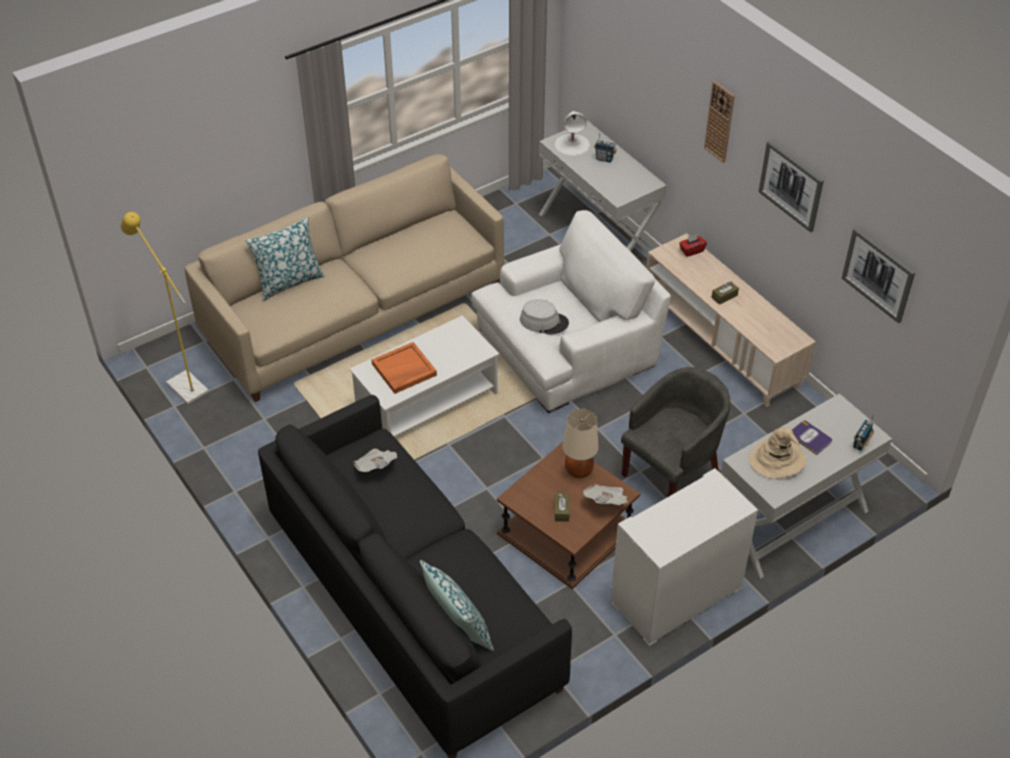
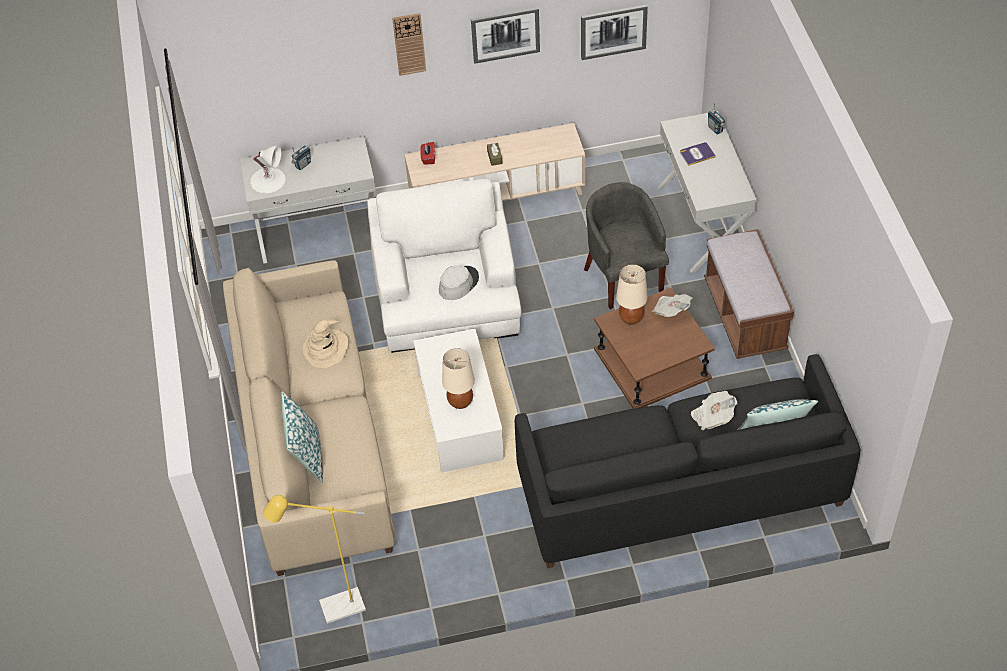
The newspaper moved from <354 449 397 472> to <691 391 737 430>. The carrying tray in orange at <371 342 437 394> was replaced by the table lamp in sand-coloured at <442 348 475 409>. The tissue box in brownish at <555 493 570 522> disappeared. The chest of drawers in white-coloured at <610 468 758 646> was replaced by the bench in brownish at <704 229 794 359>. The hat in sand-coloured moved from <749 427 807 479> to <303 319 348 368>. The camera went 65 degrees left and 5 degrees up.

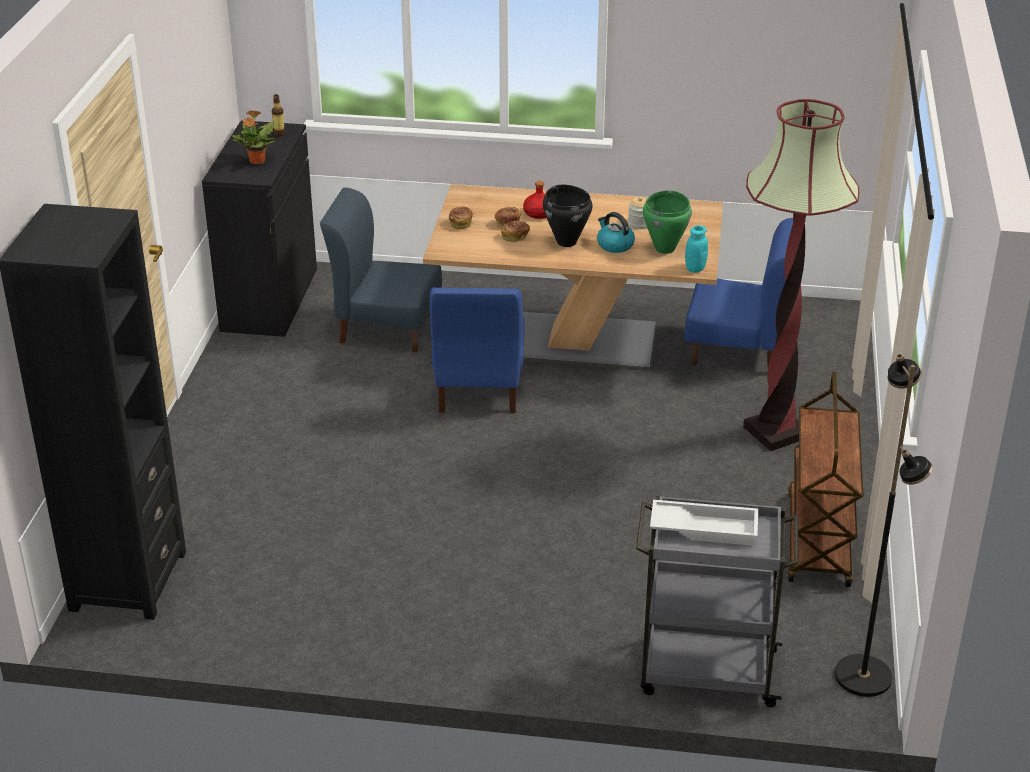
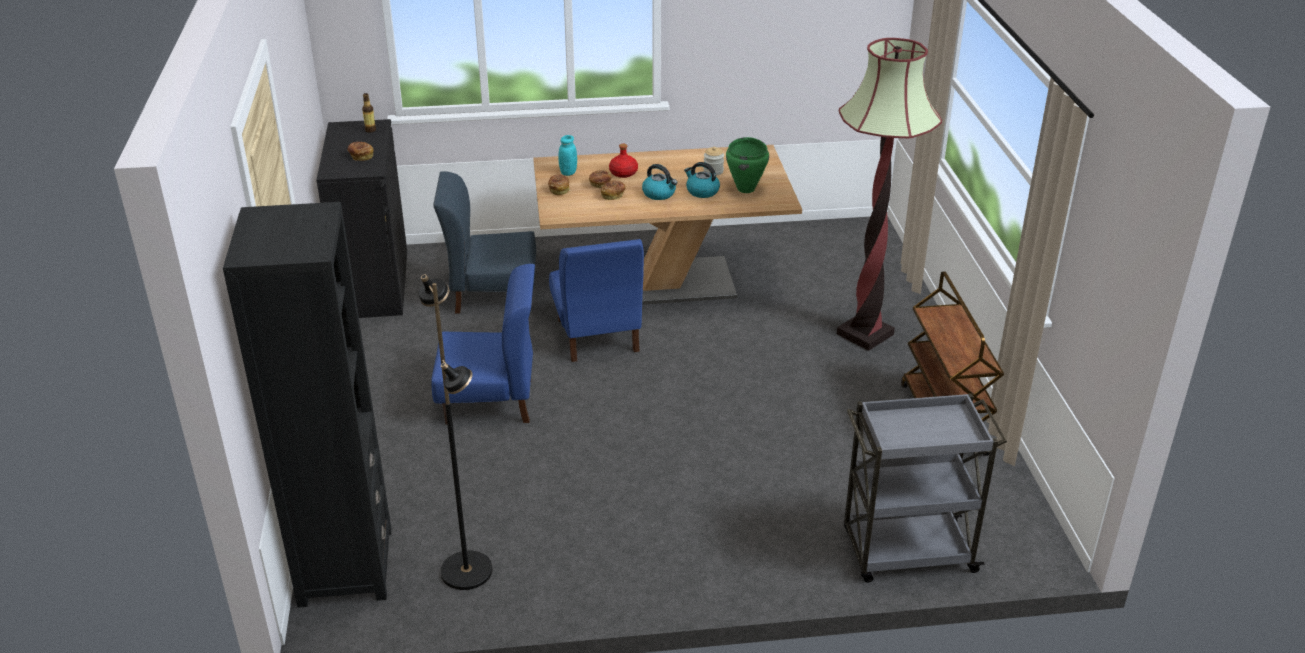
The potted plant at <232 110 275 164> was replaced by the bread at <348 142 374 161>. The cooking pot in blackish at <543 185 593 247> was replaced by the tea kettle at <642 164 677 200>. The carrying tray in white-coloured at <650 500 758 546> disappeared. The upright chair in bluish moved from <684 218 793 365> to <431 264 535 424>. The jar in blue-green moved from <685 225 708 273> to <558 135 577 176>. The standing lamp in blackish moved from <835 354 933 697> to <419 274 492 590>. The camera went 15 degrees left and 0 degrees up.

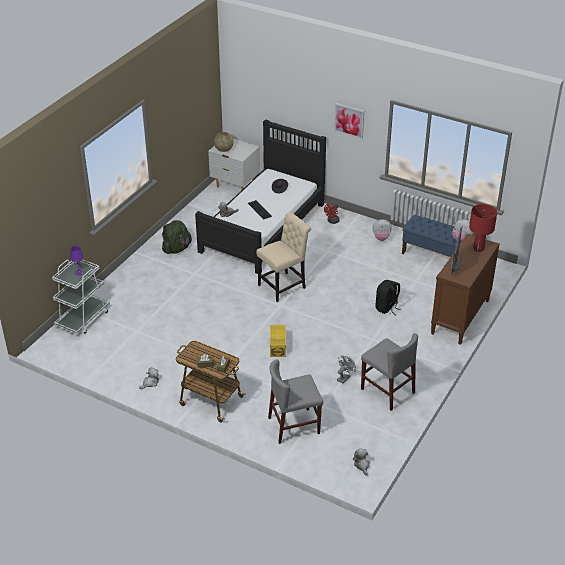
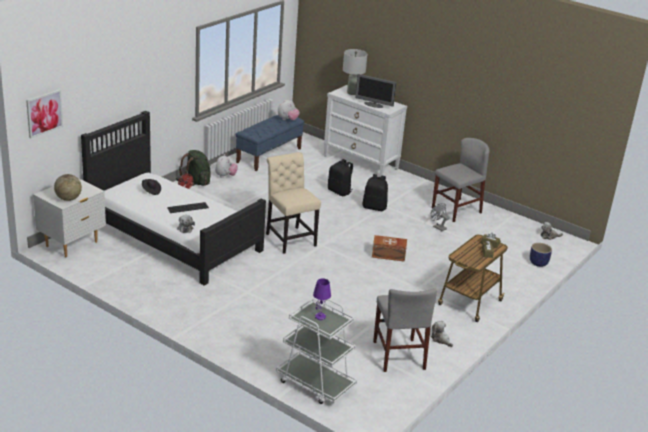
The backpack in green-coloured moved from <162 220 192 254> to <179 150 211 186>. The upright chair in greyish moved from <268 360 323 444> to <373 288 437 372>. The storage bin in yellow-coloured at <270 325 286 357> became the storage bin in brownish at <372 235 407 262>. The picture moved from <334 103 364 139> to <26 89 63 138>. The chest of drawers in brownish at <431 234 500 345> became the chest of drawers in white-coloured at <324 85 407 177>. The table lamp in reddish at <469 204 497 252> became the table lamp in greyish at <343 49 368 95>. The backpack in blackish at <363 174 388 211> appeared. The flower pot at <530 243 552 267> appeared. The camera went 85 degrees left and 10 degrees down.

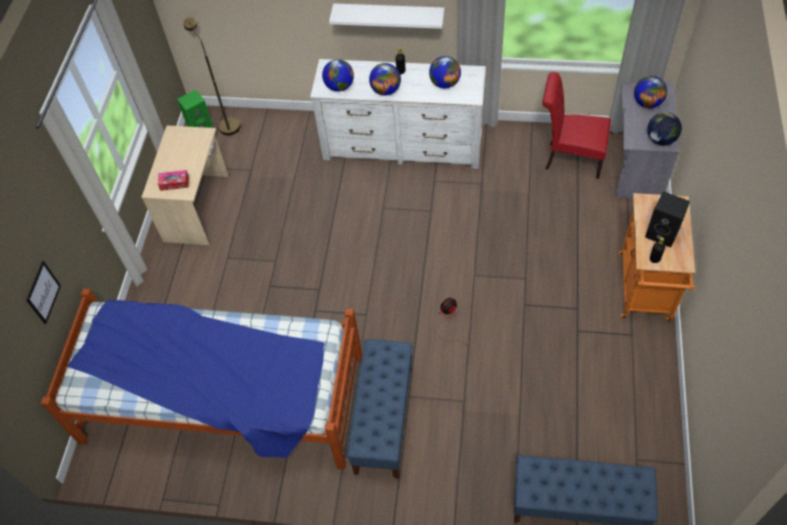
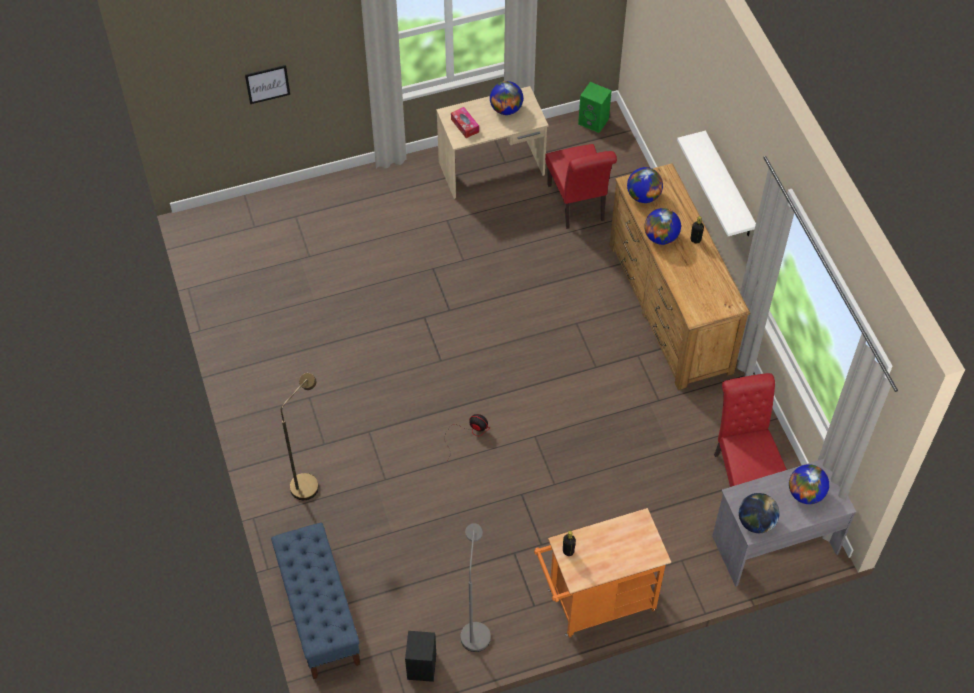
The bed at <41 289 362 470> disappeared. The standing lamp in brownish moved from <183 17 241 135> to <281 373 319 500>. The chest of drawers in white-coloured at <310 59 486 169> became the chest of drawers in brownish at <610 163 750 390>. The bench in bluish at <347 339 412 479> disappeared. The desk globe moved from <429 56 461 88> to <490 81 523 115>. The audio speaker in blackish moved from <645 191 690 248> to <405 631 436 682>. The standing lamp in greyish at <461 523 491 652> appeared. The upright chair in reddish at <545 144 617 229> appeared. The camera went 60 degrees right and 0 degrees up.

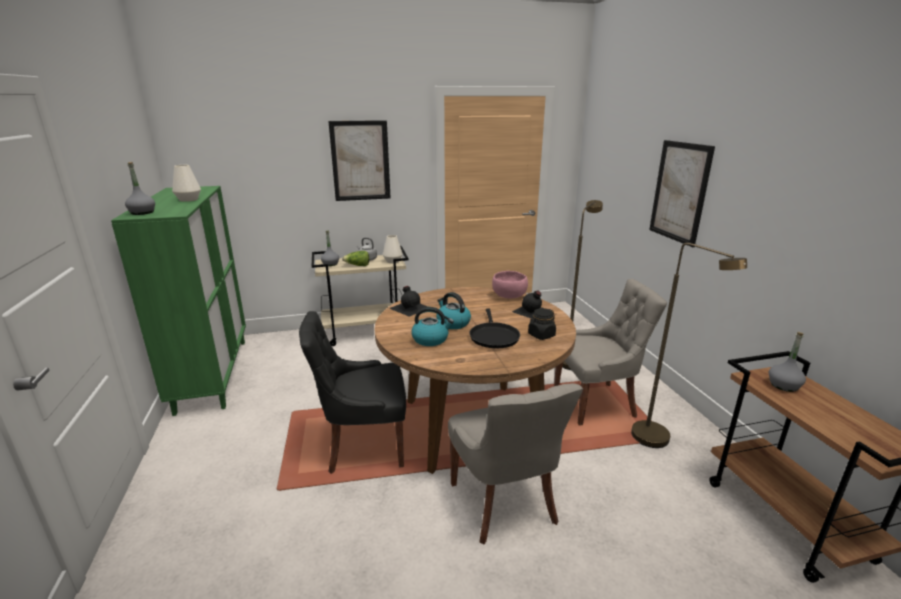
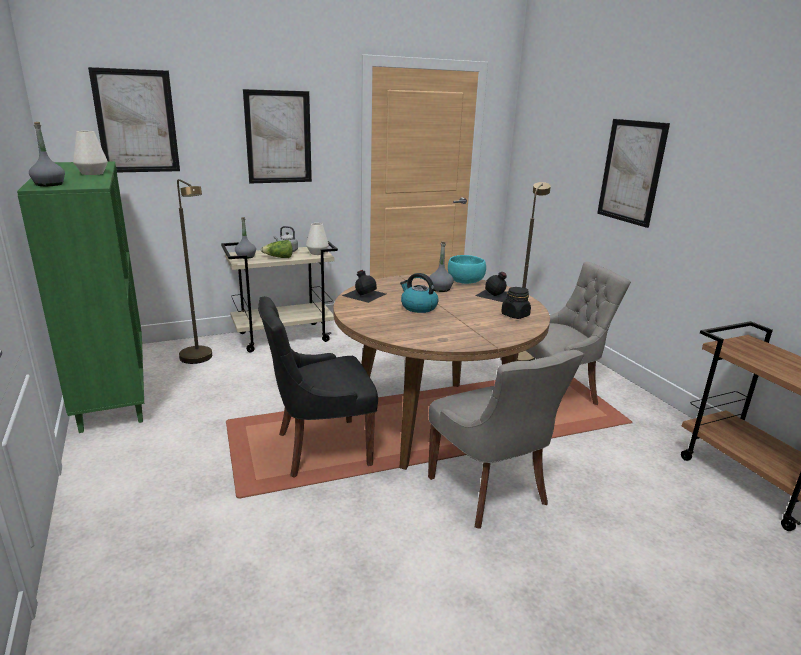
The tea kettle at <412 307 454 346> disappeared. The skillet in blackish at <470 309 520 348> disappeared. The deep dish in pink-coloured at <492 271 528 299> became the deep dish in blue-green at <448 255 486 284>. The standing lamp in brownish moved from <631 243 747 448> to <177 179 212 364>. The bottle in greyish moved from <769 332 806 392> to <429 241 454 292>. The picture at <88 67 180 172> appeared. The camera went 10 degrees left and 0 degrees up.

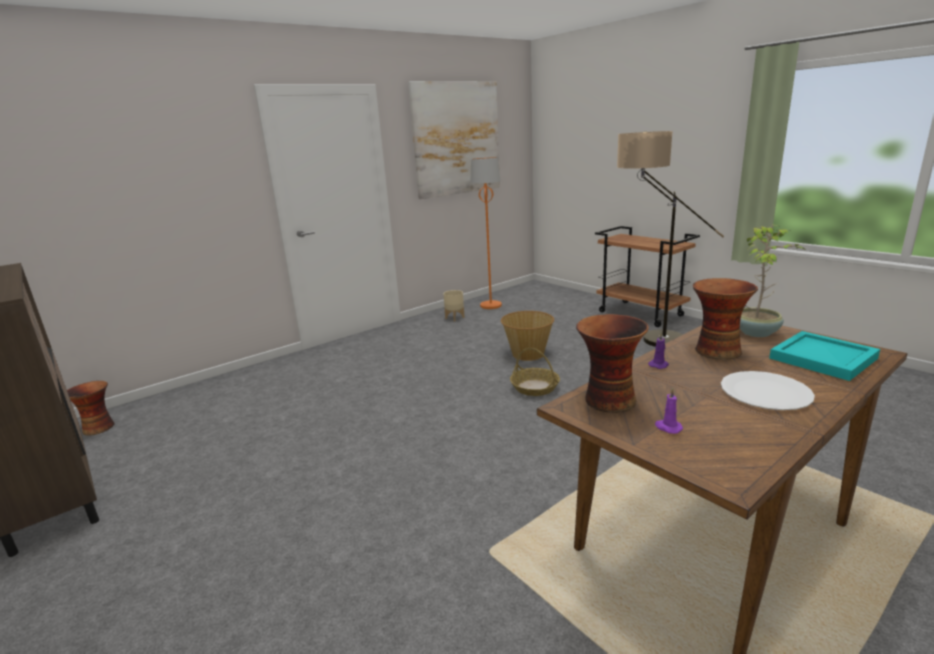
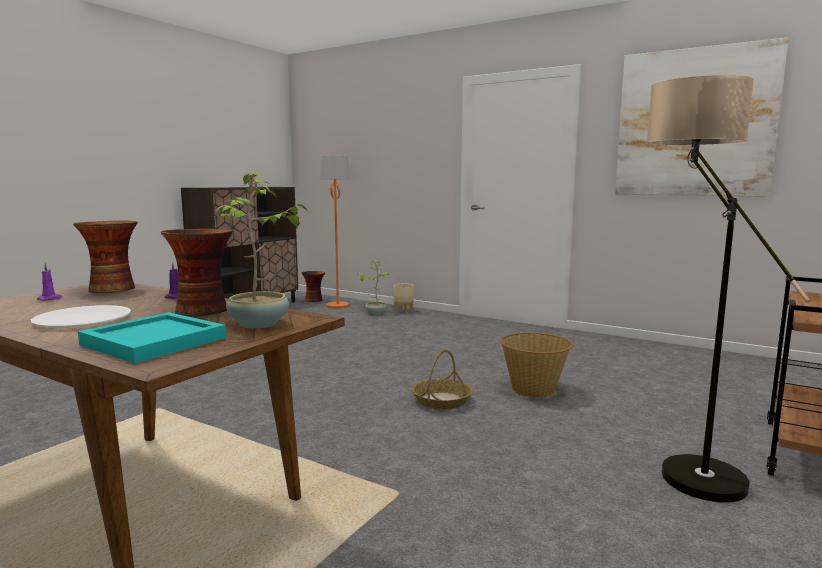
The flower pot in sand-coloured moved from <443 290 465 322> to <394 284 414 314>. The standing lamp in orange moved from <471 157 502 309> to <320 156 350 309>. The potted plant at <358 261 388 315> appeared. The camera went 70 degrees right and 10 degrees down.

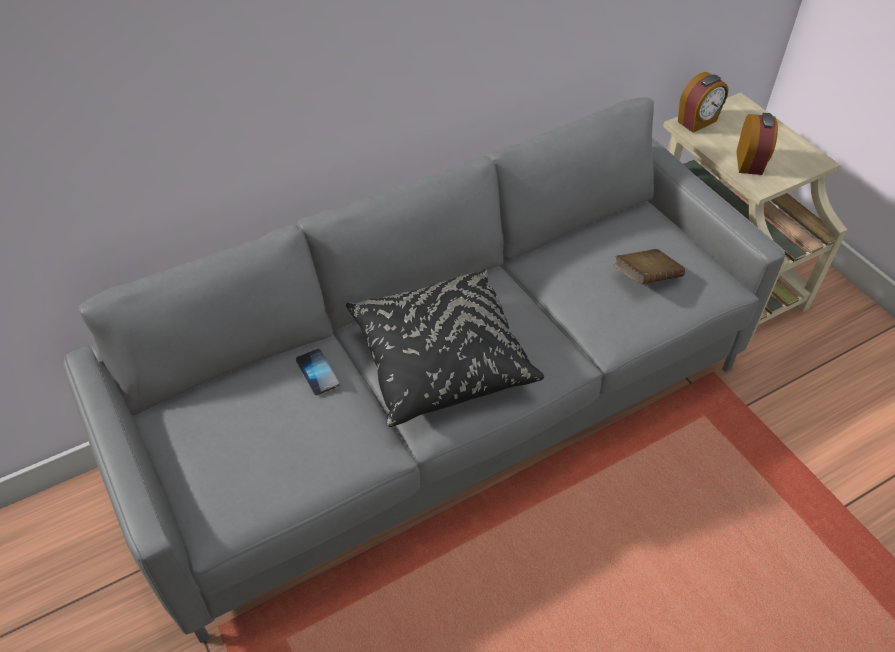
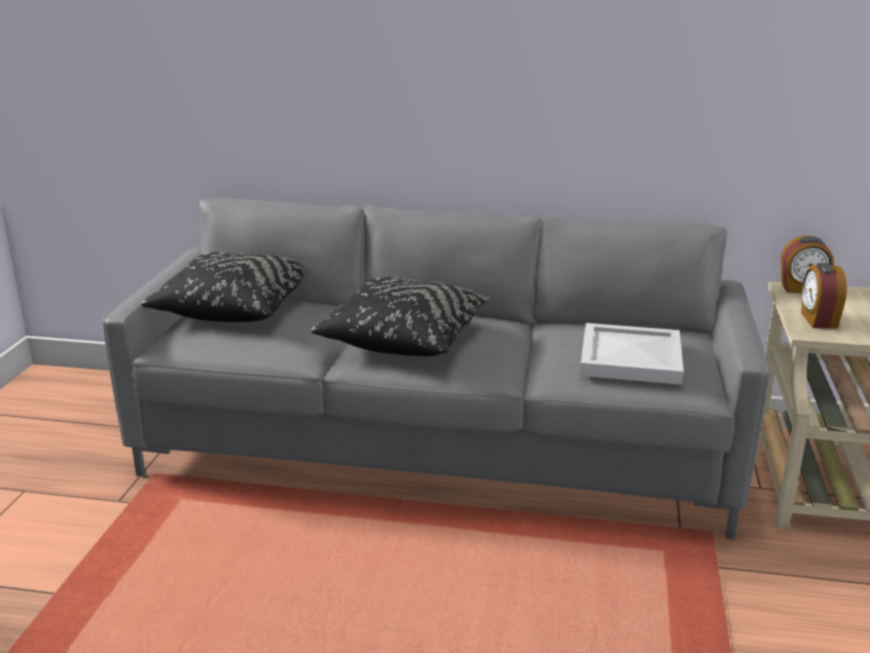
The telephone at <296 349 340 395> disappeared. The book in brownish at <614 249 685 284> was replaced by the carrying tray in white-coloured at <580 323 684 385>. The table clock at <736 113 778 175> turned 135 degrees clockwise. The throw pillow in blackish at <141 252 304 322> appeared. The camera went 40 degrees right and 25 degrees down.

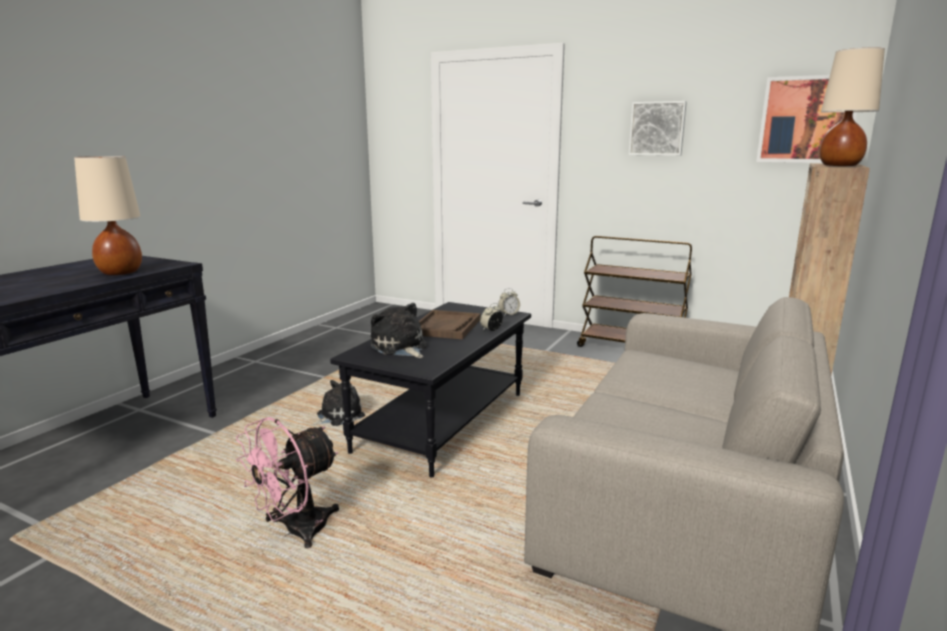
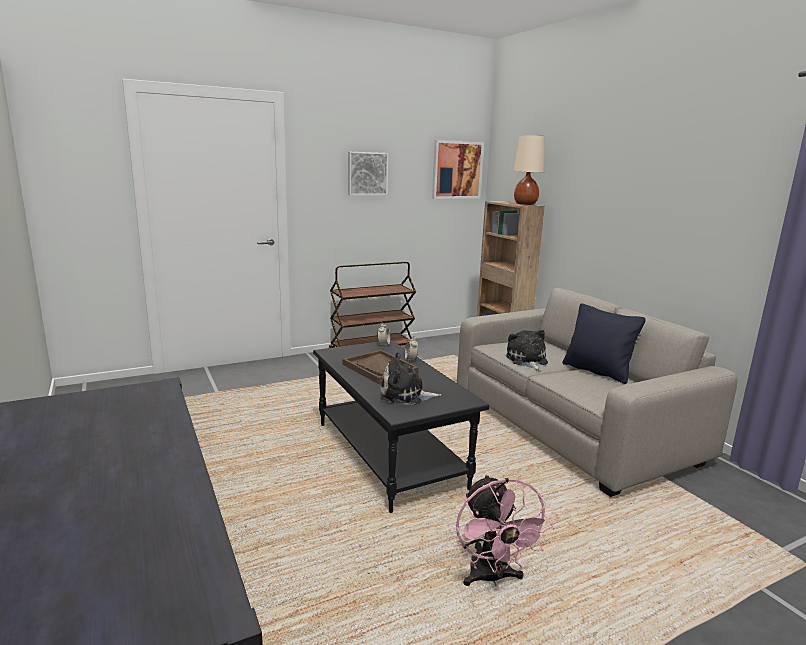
The table lamp in sand-coloured at <74 156 142 275> disappeared. The soft toy moved from <310 380 365 426> to <506 330 548 371>. The throw pillow in blackish at <563 303 646 384> appeared. The camera went 55 degrees left and 0 degrees up.

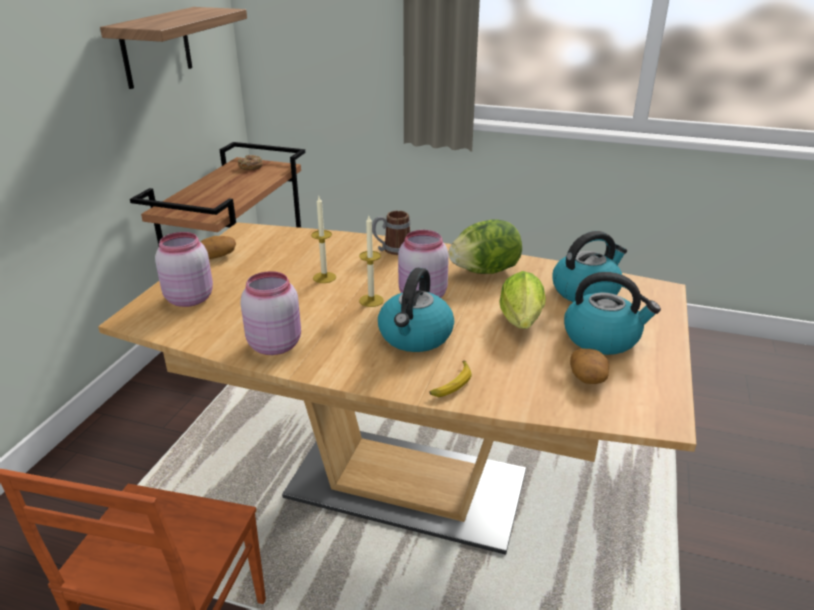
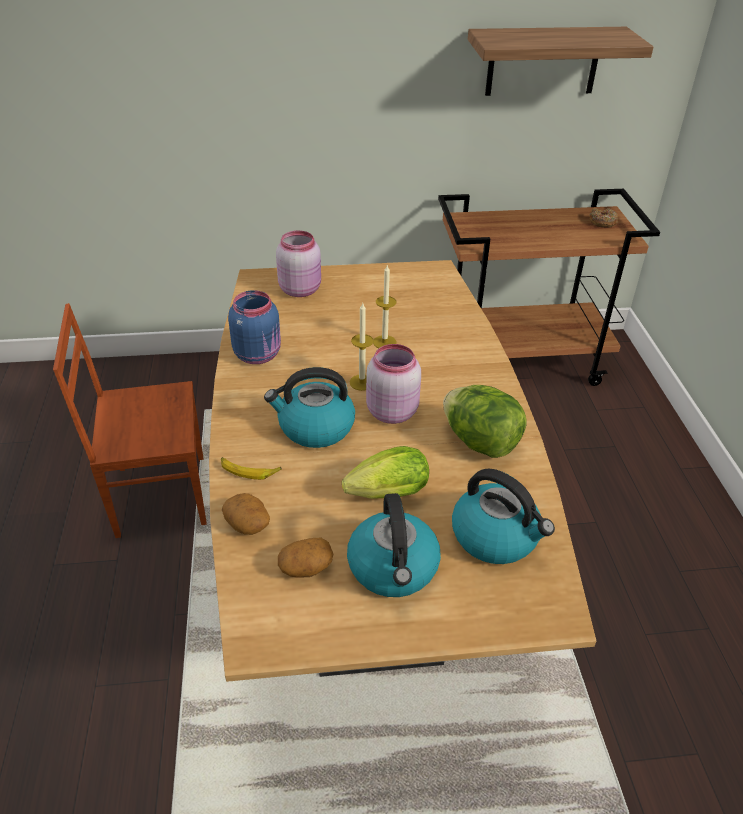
The whole potato moved from <201 236 236 259> to <222 493 270 535>. The jar in pink-coloured at <240 271 301 355> became the jar in bluish at <228 290 281 364>. The tea mug at <372 211 410 255> disappeared. The camera went 65 degrees right and 10 degrees up.

